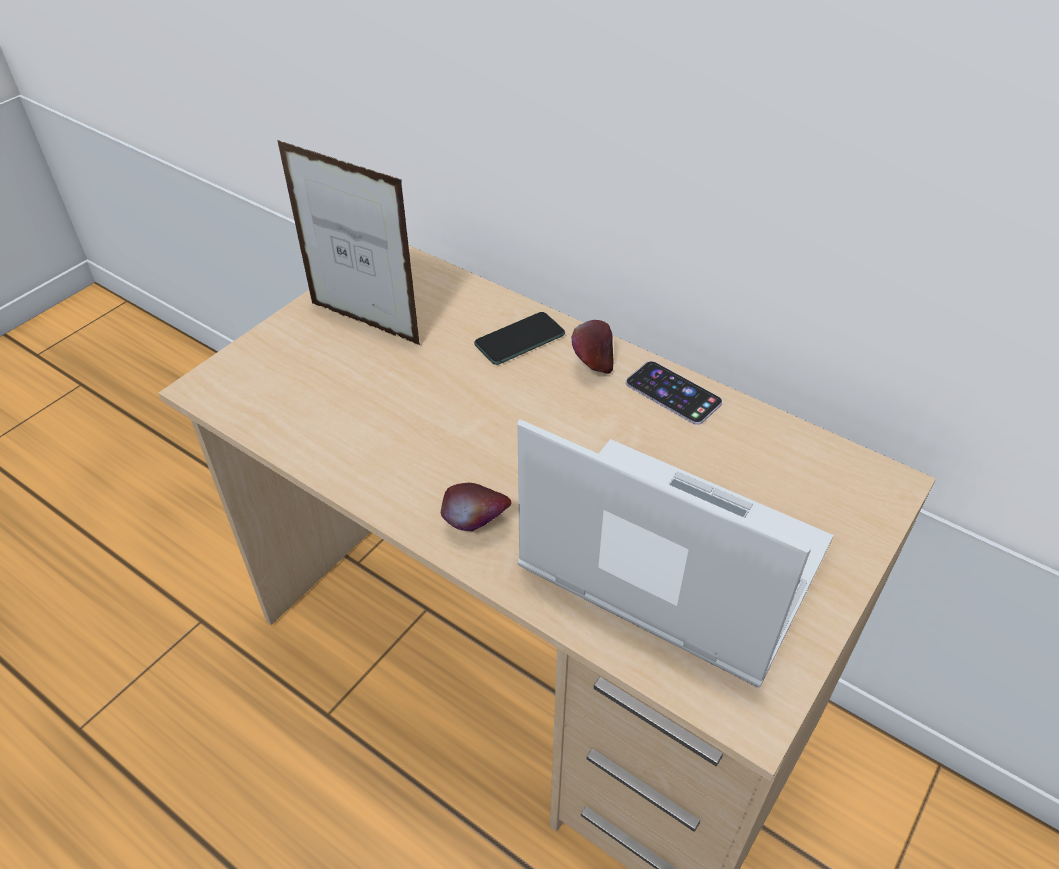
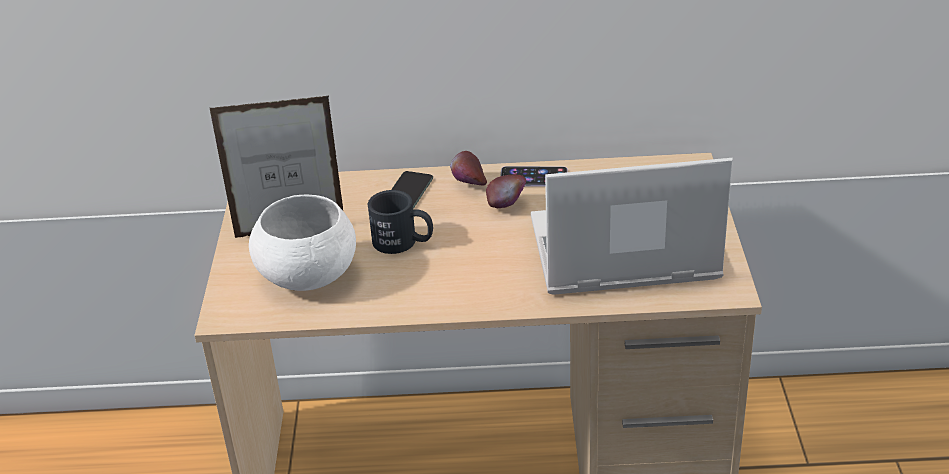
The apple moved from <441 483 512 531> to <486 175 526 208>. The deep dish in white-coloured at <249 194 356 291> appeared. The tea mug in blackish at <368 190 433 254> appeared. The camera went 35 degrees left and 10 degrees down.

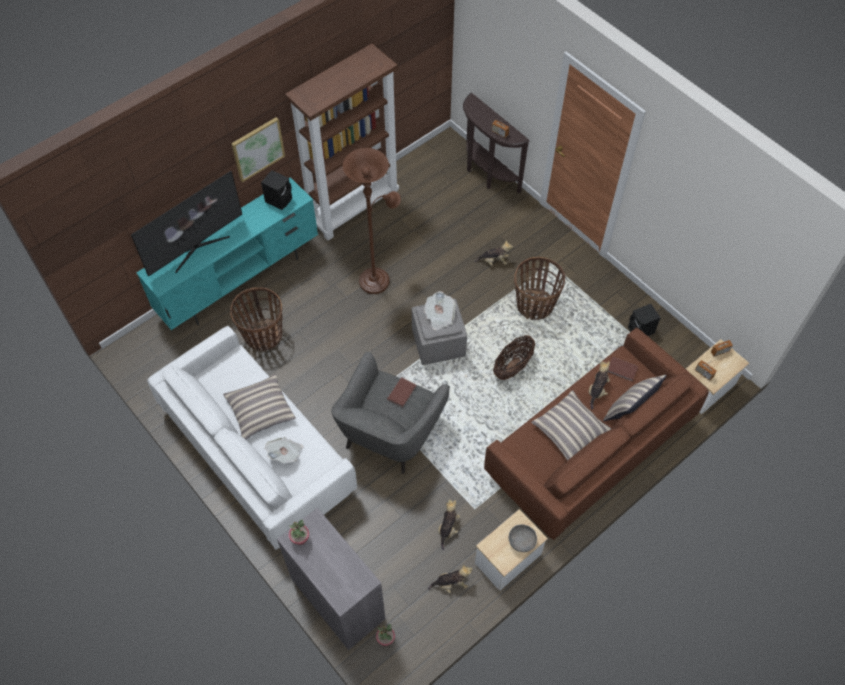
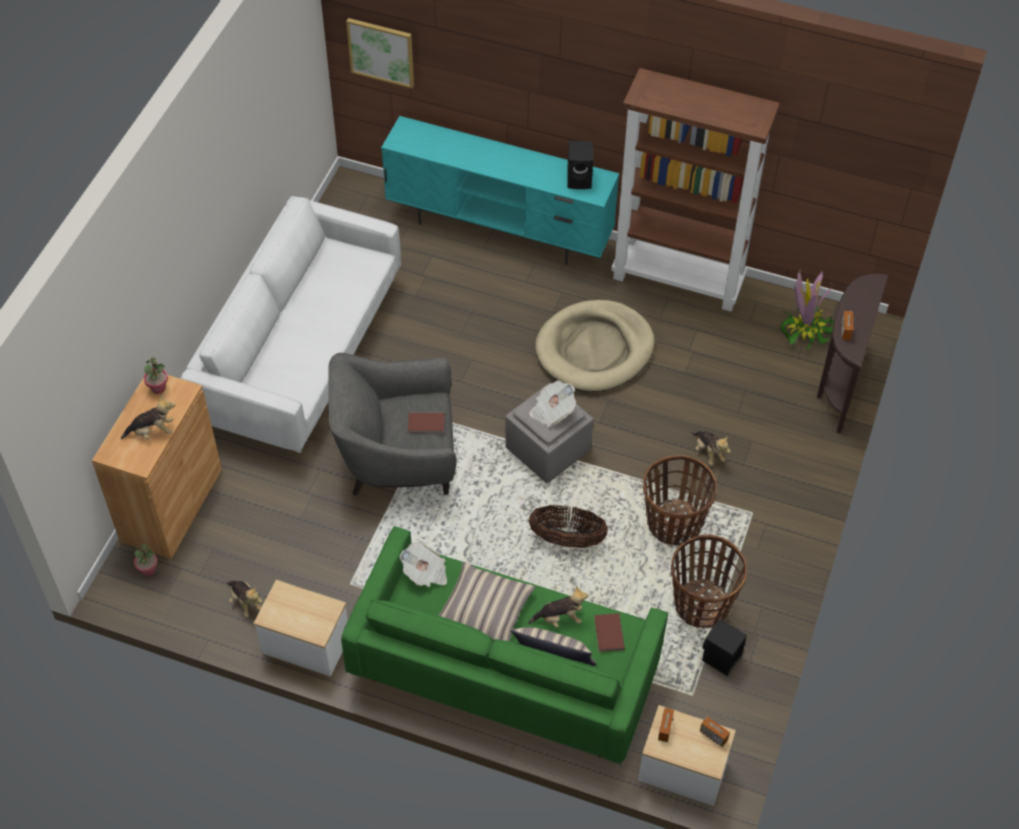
The television at <131 171 242 277> disappeared. The throw pillow at <223 373 296 439> disappeared. The basket moved from <230 287 283 351> to <671 535 747 628>. The picture moved from <231 117 285 182> to <346 18 414 88>. The newspaper moved from <265 437 303 463> to <400 542 447 587>. The storage cabinet in greyish at <277 508 385 650> became the storage cabinet in brownish at <92 375 222 559>. The standing lamp in brownish at <343 148 401 294> was replaced by the dog bed in sand-coloured at <535 300 655 392>. The soft toy moved from <438 500 460 550> to <121 395 175 439>. The sofa in brownish at <484 328 709 540> became the sofa in green-coloured at <341 526 668 765>. The deep dish in greyish at <509 524 537 552> disappeared. The potted plant at <780 269 834 351> appeared. The camera went 60 degrees right and 5 degrees down.

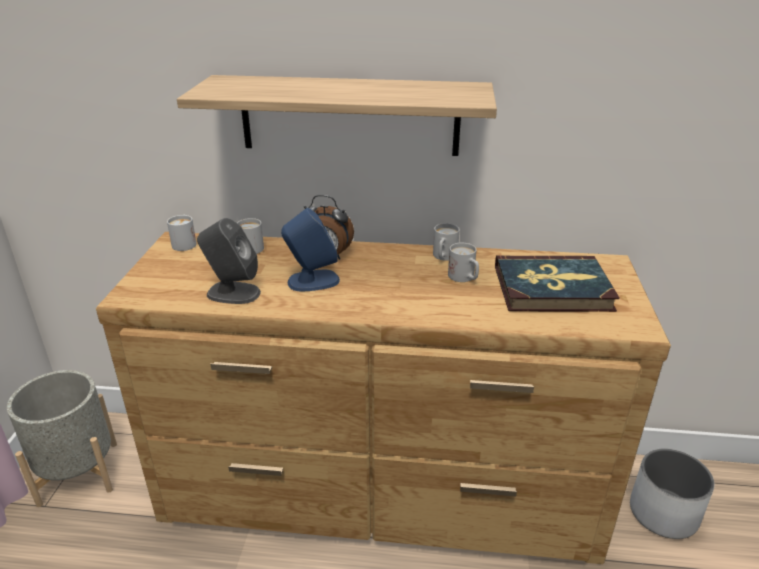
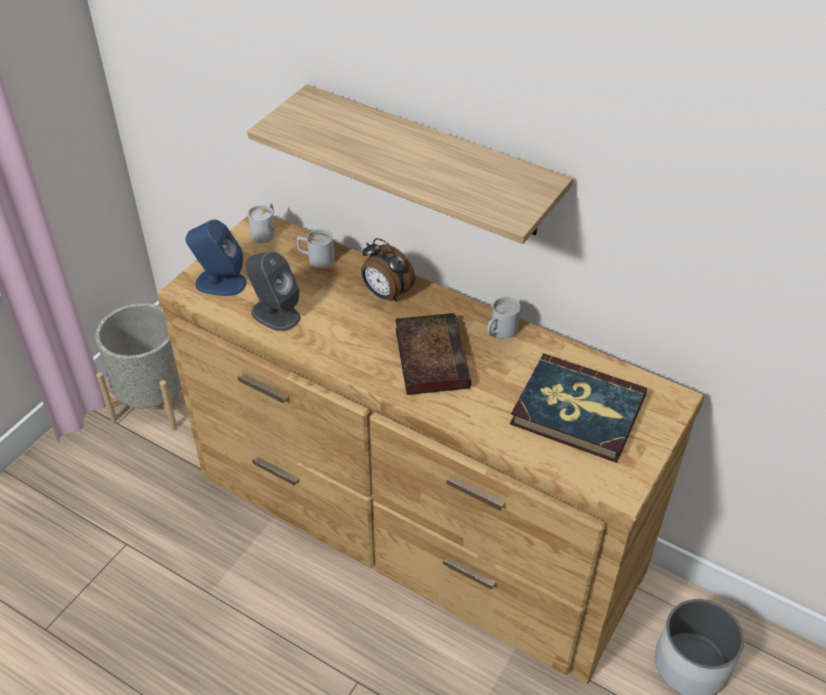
The audio speaker in bluish moved from <281 208 340 292> to <186 219 246 296>. The tea mug in white-coloured at <448 243 479 282> disappeared. The book at <395 313 471 395> appeared. The camera went 25 degrees right and 15 degrees up.

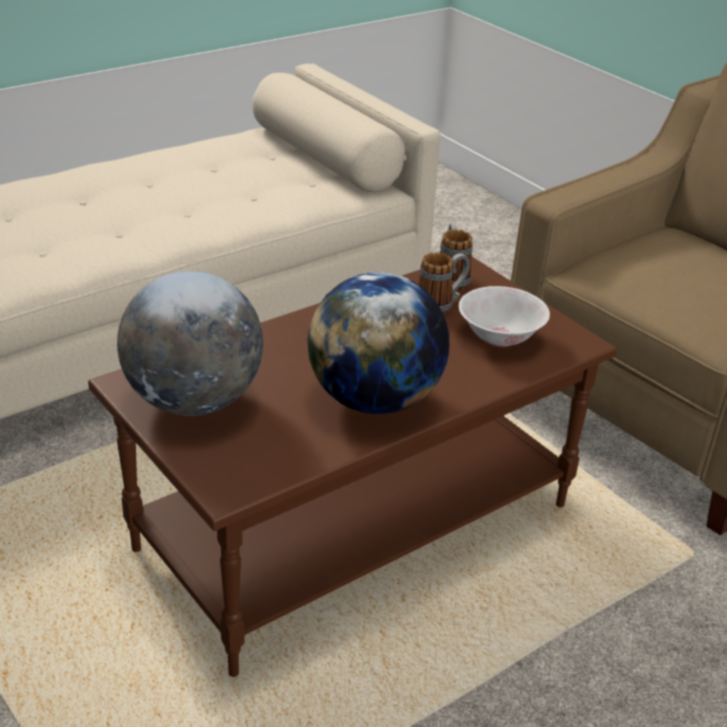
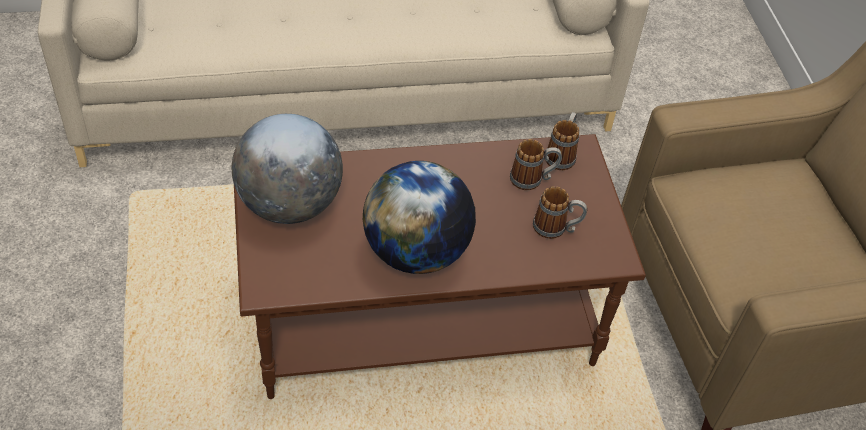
The deep dish in white-coloured at <459 286 550 347> was replaced by the tea mug at <533 186 587 239>. The camera went 25 degrees right and 15 degrees up.

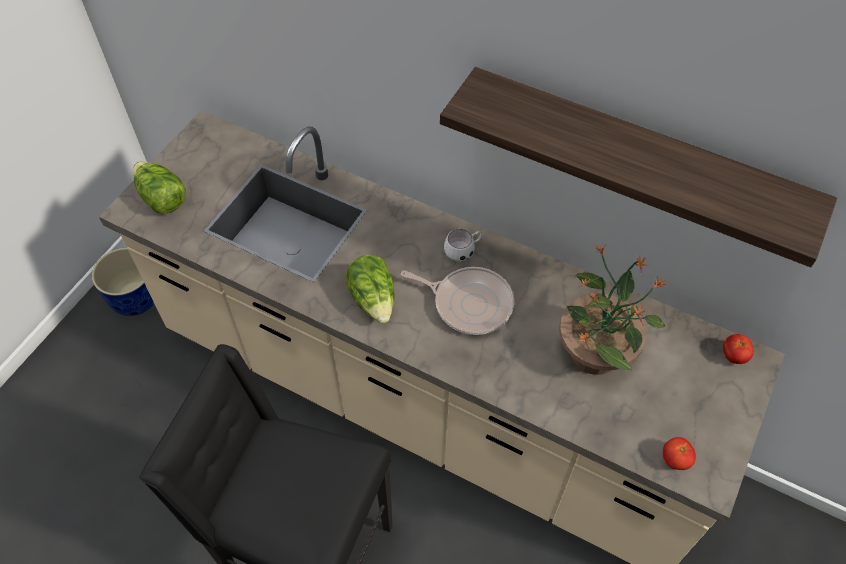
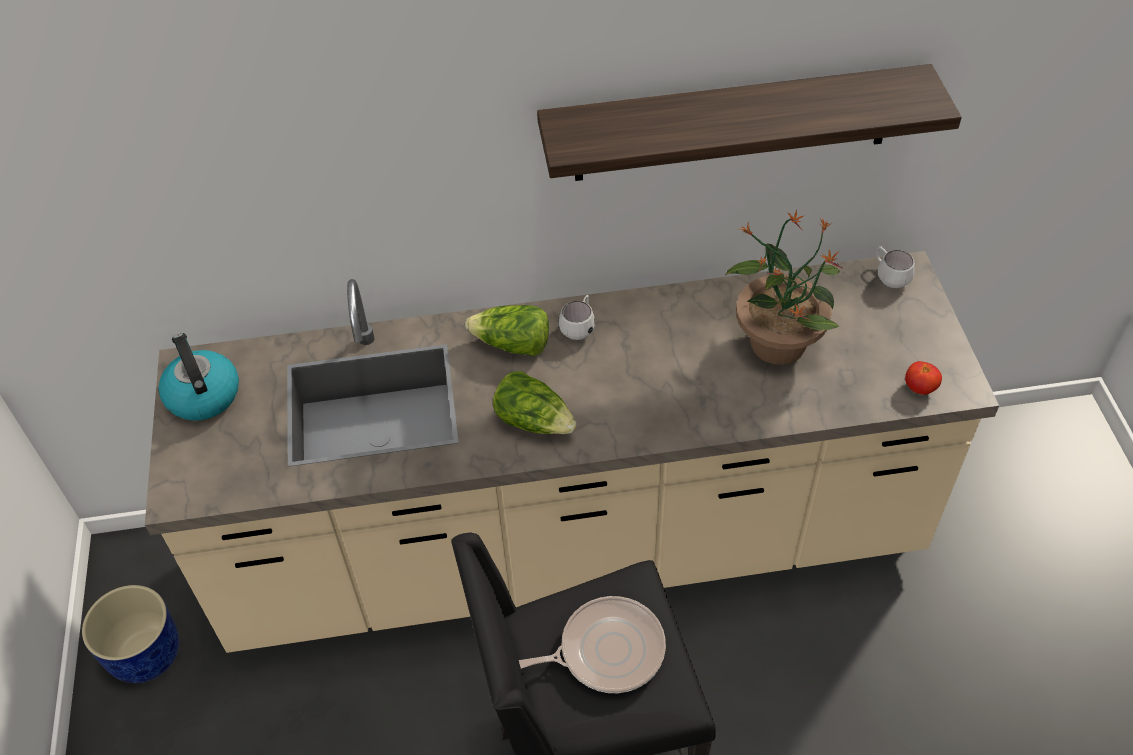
The head of lettuce moved from <133 162 185 214> to <465 305 549 356>. The skillet moved from <401 267 514 335> to <519 596 666 693>. The whole tomato at <723 334 754 364> was replaced by the tea mug in white-coloured at <876 246 915 288>. The tea kettle at <158 333 239 421> appeared. The camera went 35 degrees left and 5 degrees down.

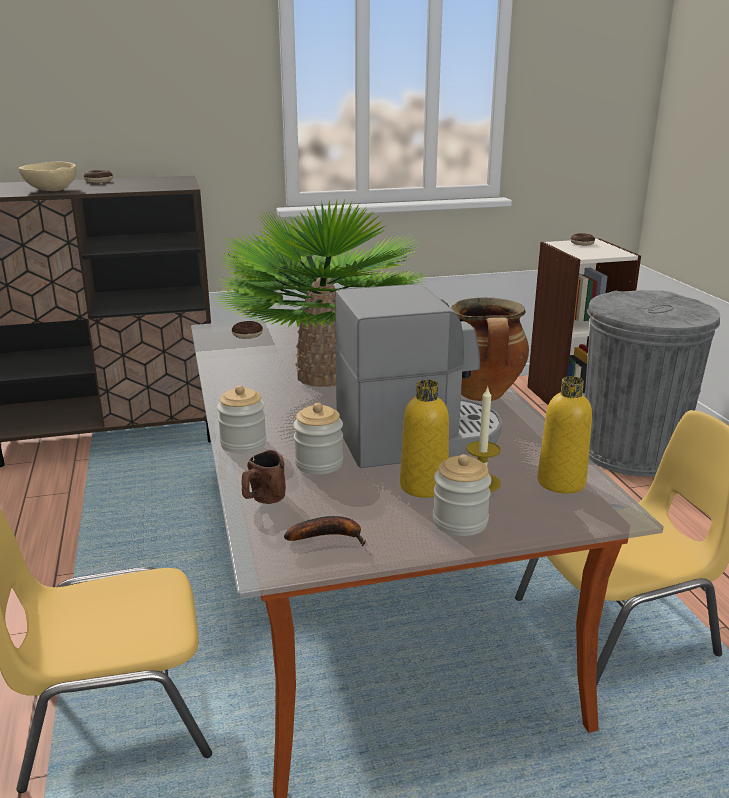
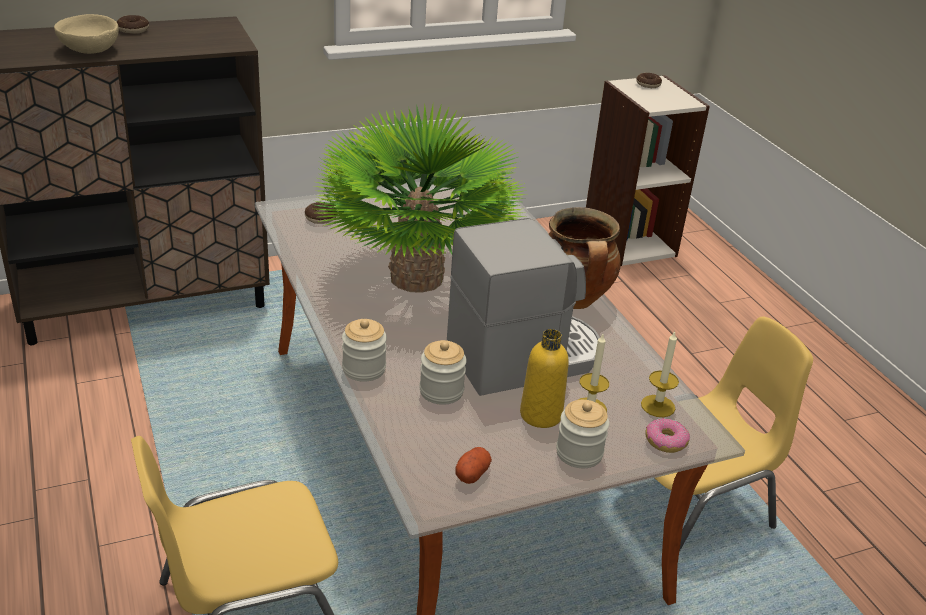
The tea mug in brownish at <242 450 286 504> disappeared. The banana at <284 516 366 546> was replaced by the whole potato at <455 447 492 484>. The bottle in yellow-coloured at <537 376 592 493> was replaced by the wax light at <641 331 679 417>. The waste bin in greyish at <585 290 720 477> disappeared. The donut at <645 418 690 453> appeared. The camera went 10 degrees left and 10 degrees up.

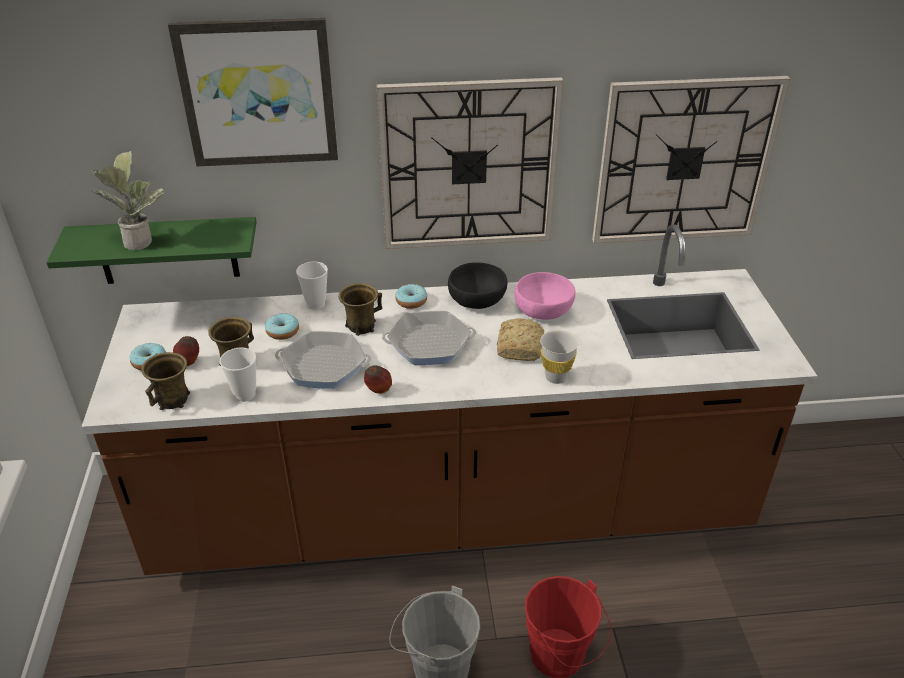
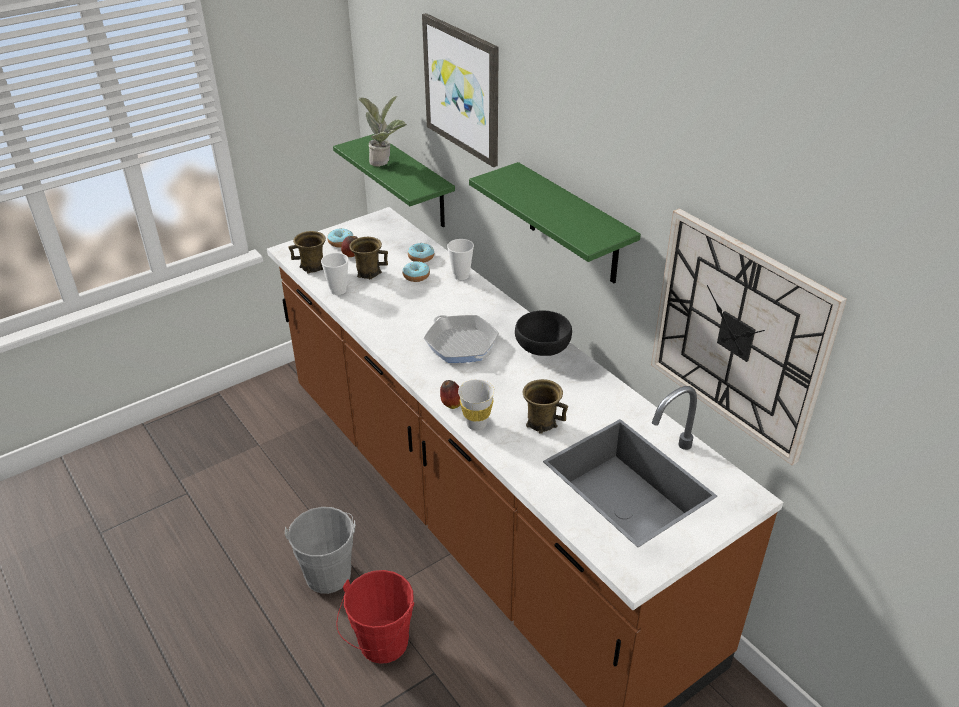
The skillet at <275 331 371 389> disappeared. The tea mug in brownish moved from <338 283 382 336> to <523 379 568 434>. The apple moved from <364 365 392 394> to <440 380 460 409>. The clock on the wall at <377 77 563 249> was replaced by the bracket shelf in green-coloured at <469 162 641 283>. The donut moved from <395 284 427 309> to <408 243 434 263>. The bread at <497 318 544 361> disappeared. The deep dish in pink-coloured at <514 272 575 320> disappeared. The camera went 60 degrees right and 0 degrees up.

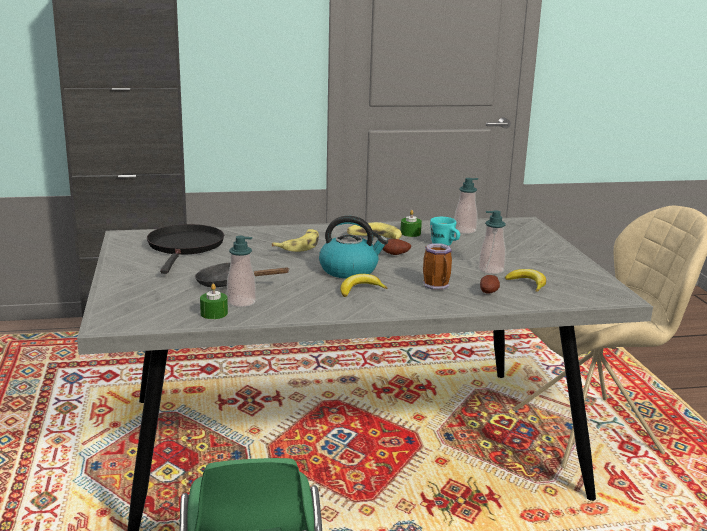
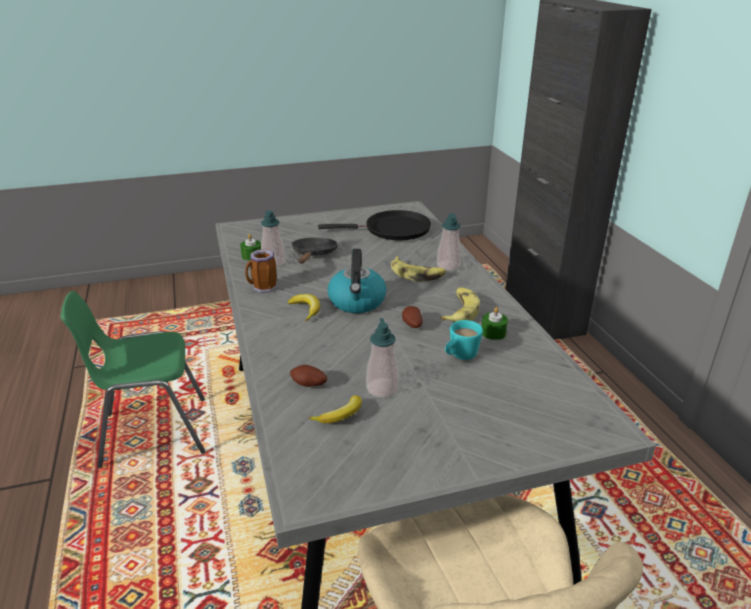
The tea mug moved from <423 243 452 290> to <245 249 277 293>. The liquid soap bottle moved from <454 178 478 234> to <437 213 461 271>. The camera went 85 degrees right and 10 degrees up.

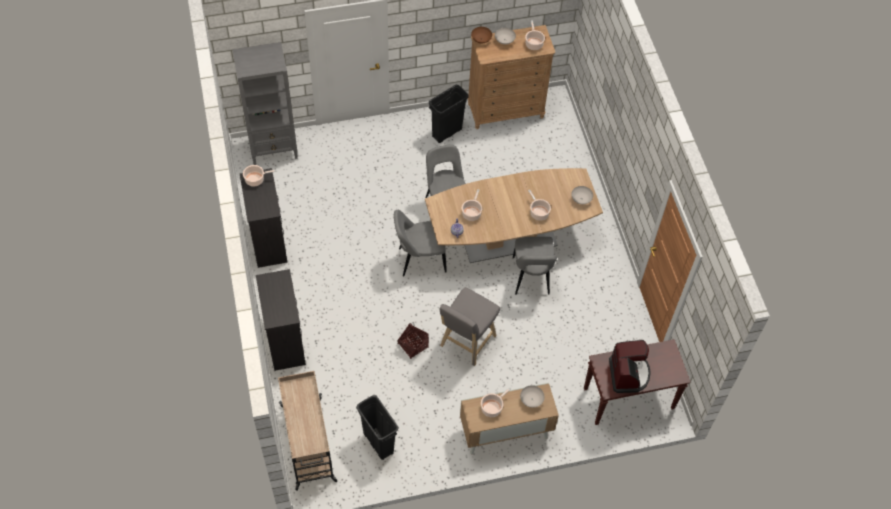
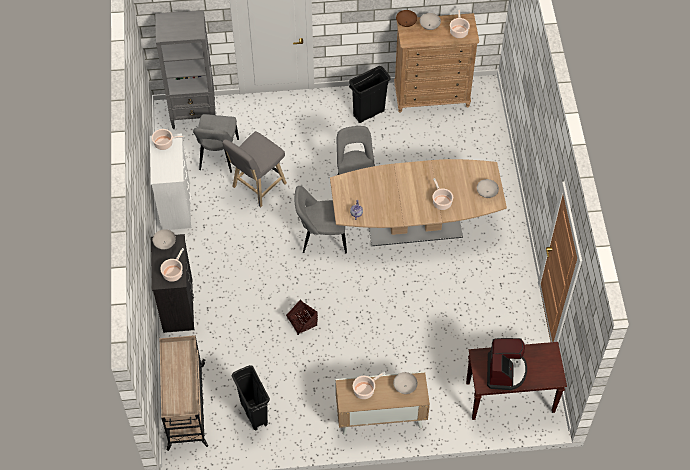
The chest of drawers in blackish at <239 168 288 268> became the chest of drawers in white-coloured at <150 134 191 230>. The sitting stool in greyish moved from <440 287 500 366> to <222 131 287 207>. The cooking pot moved from <462 189 482 221> to <160 248 184 282>. The upright chair in greyish moved from <513 237 557 295> to <193 114 239 173>. The deep dish in white-coloured at <153 229 176 250> appeared. The camera went 10 degrees right and 0 degrees up.

